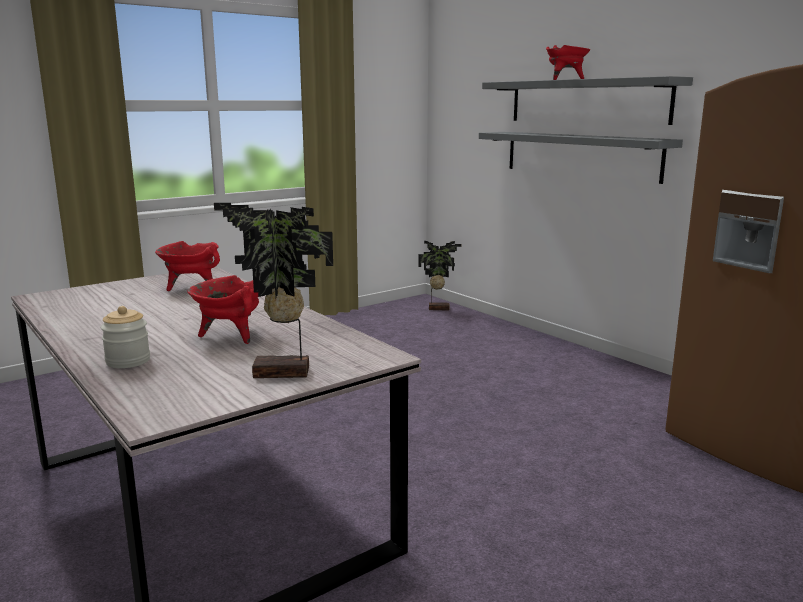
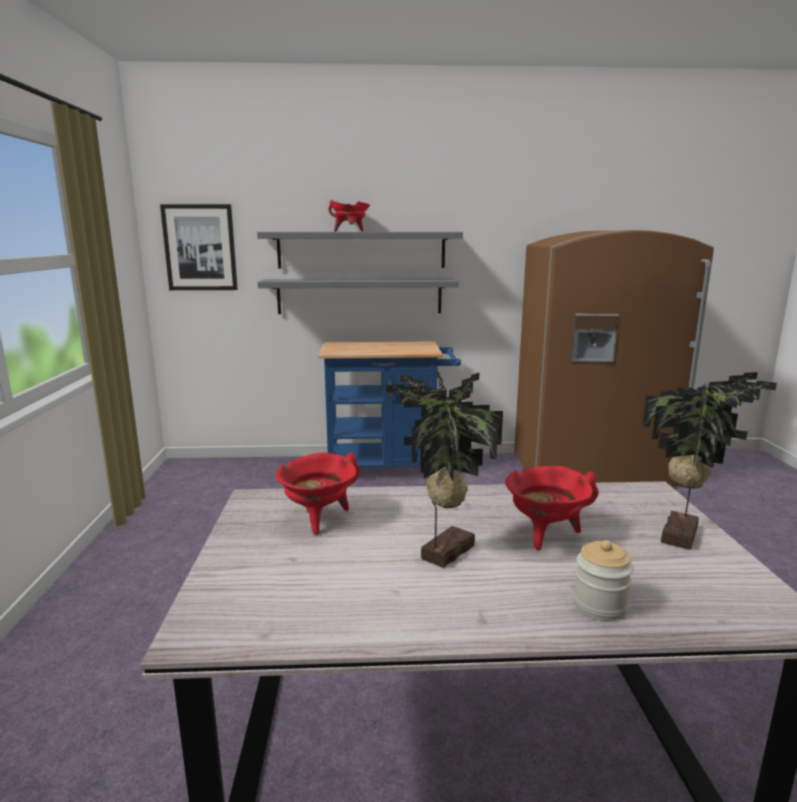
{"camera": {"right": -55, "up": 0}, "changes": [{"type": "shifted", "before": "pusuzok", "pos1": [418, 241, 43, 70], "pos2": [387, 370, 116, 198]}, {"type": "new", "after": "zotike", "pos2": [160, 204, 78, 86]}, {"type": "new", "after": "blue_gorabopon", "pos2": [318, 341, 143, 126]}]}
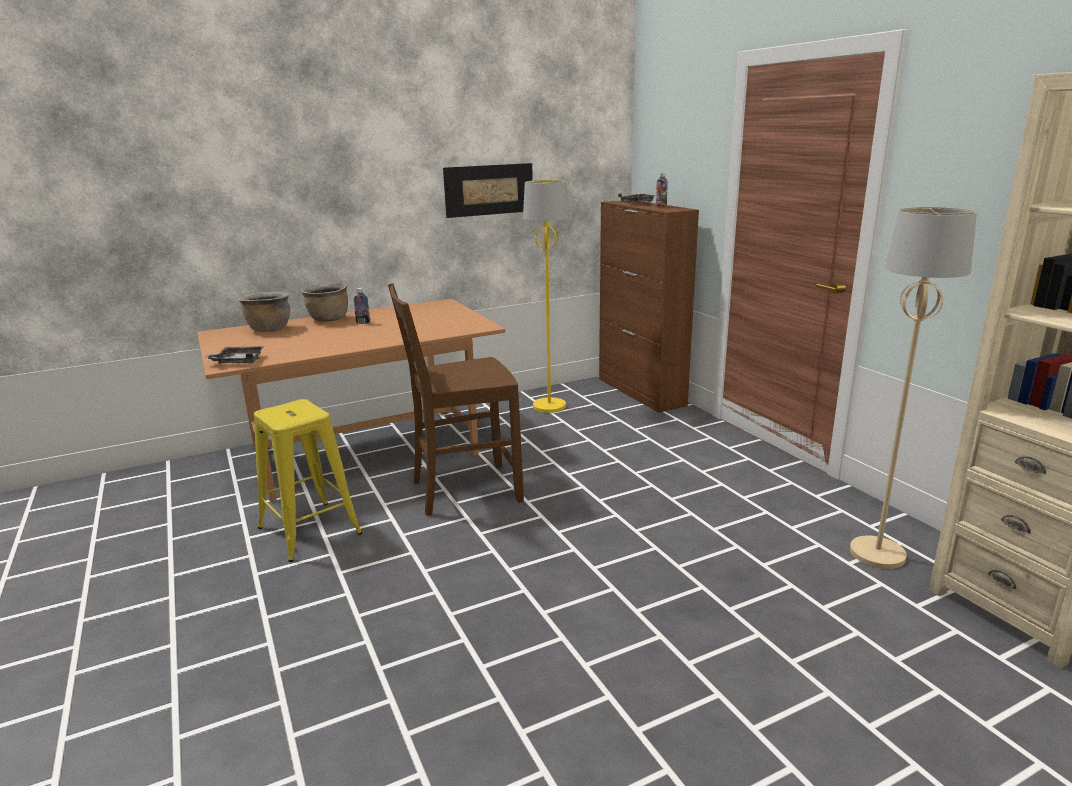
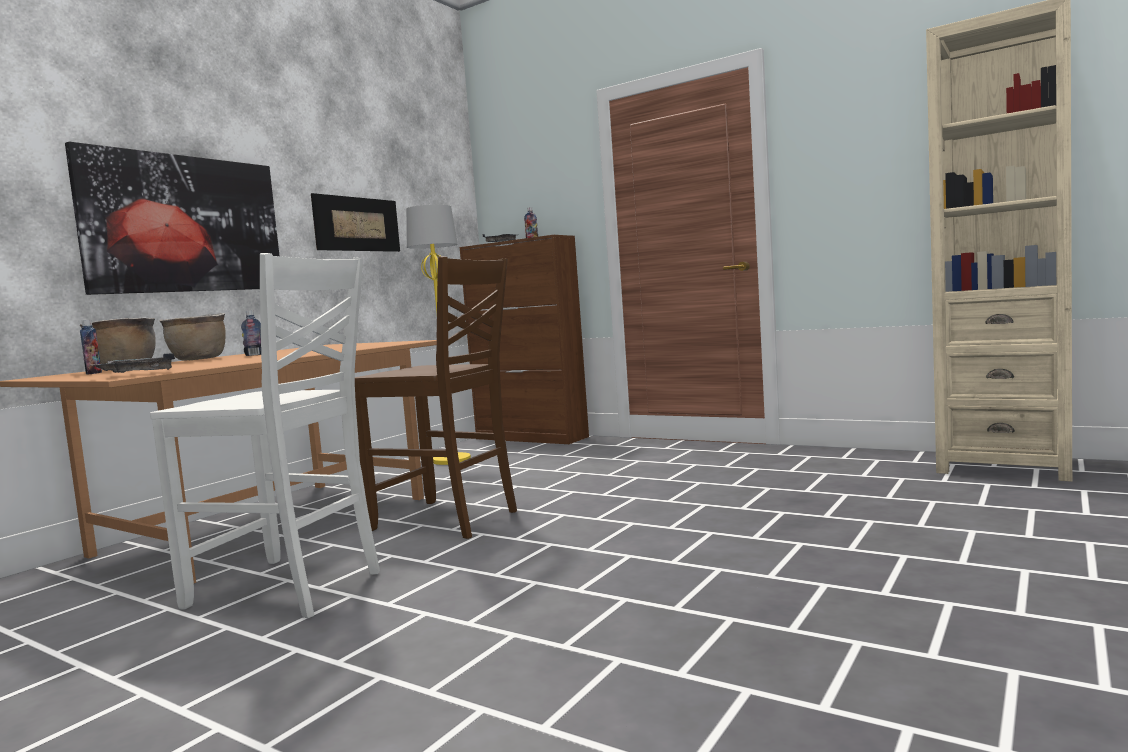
{"camera": {"right": -30, "up": -15}, "changes": [{"type": "gone", "before": "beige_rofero", "pos1": [850, 207, 127, 362]}, {"type": "rotated", "before": "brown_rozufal", "pos1": [388, 283, 136, 233], "pos2": [355, 256, 162, 283], "turn": -105}, {"type": "swapped", "before": "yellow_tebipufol", "after": "white_rozufal", "pos1": [254, 399, 108, 163], "pos2": [150, 253, 230, 365]}, {"type": "new", "after": "zotike", "pos2": [65, 142, 214, 153]}, {"type": "new", "after": "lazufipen", "pos2": [80, 320, 22, 54]}]}
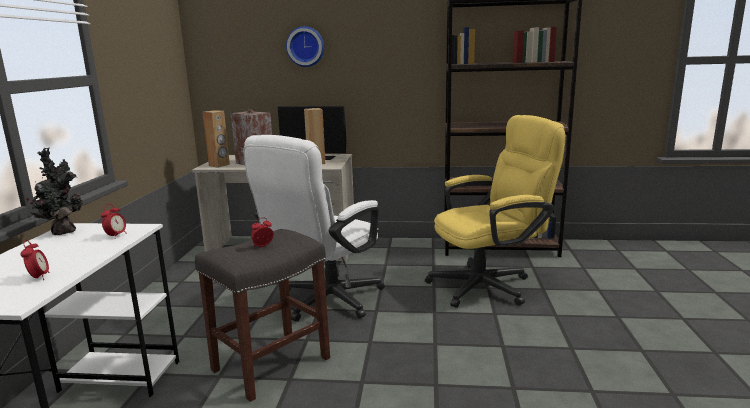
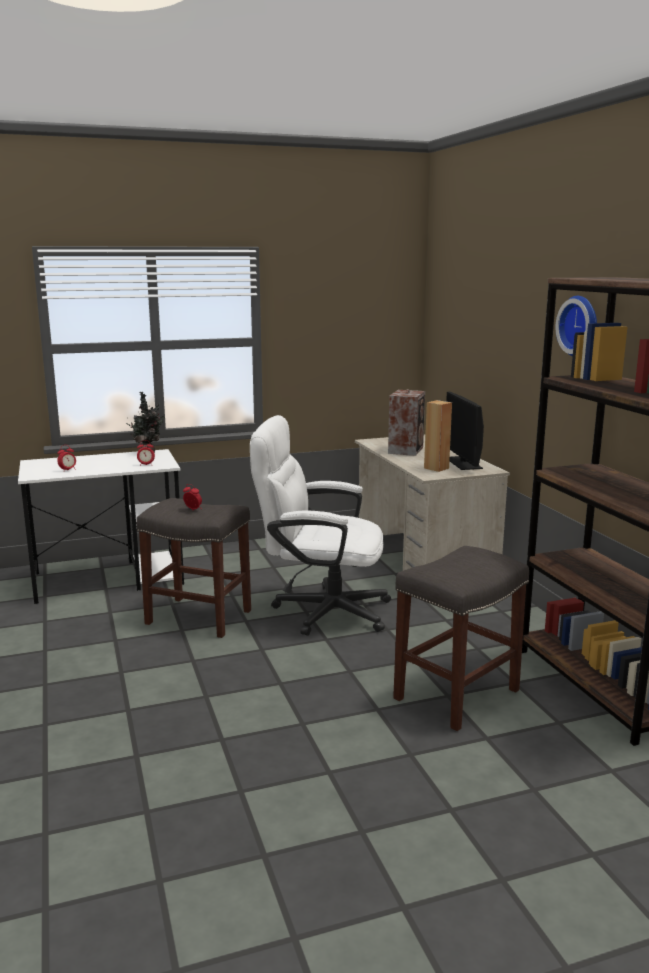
{"camera": {"right": 65, "up": 0}, "changes": [{"type": "shifted", "before": "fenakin", "pos1": [286, 26, 38, 41], "pos2": [556, 296, 41, 60]}, {"type": "gone", "before": "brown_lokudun", "pos1": [203, 110, 27, 57]}, {"type": "swapped", "before": "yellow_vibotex", "after": "grey_tebipufol", "pos1": [425, 115, 141, 193], "pos2": [393, 546, 136, 185]}]}
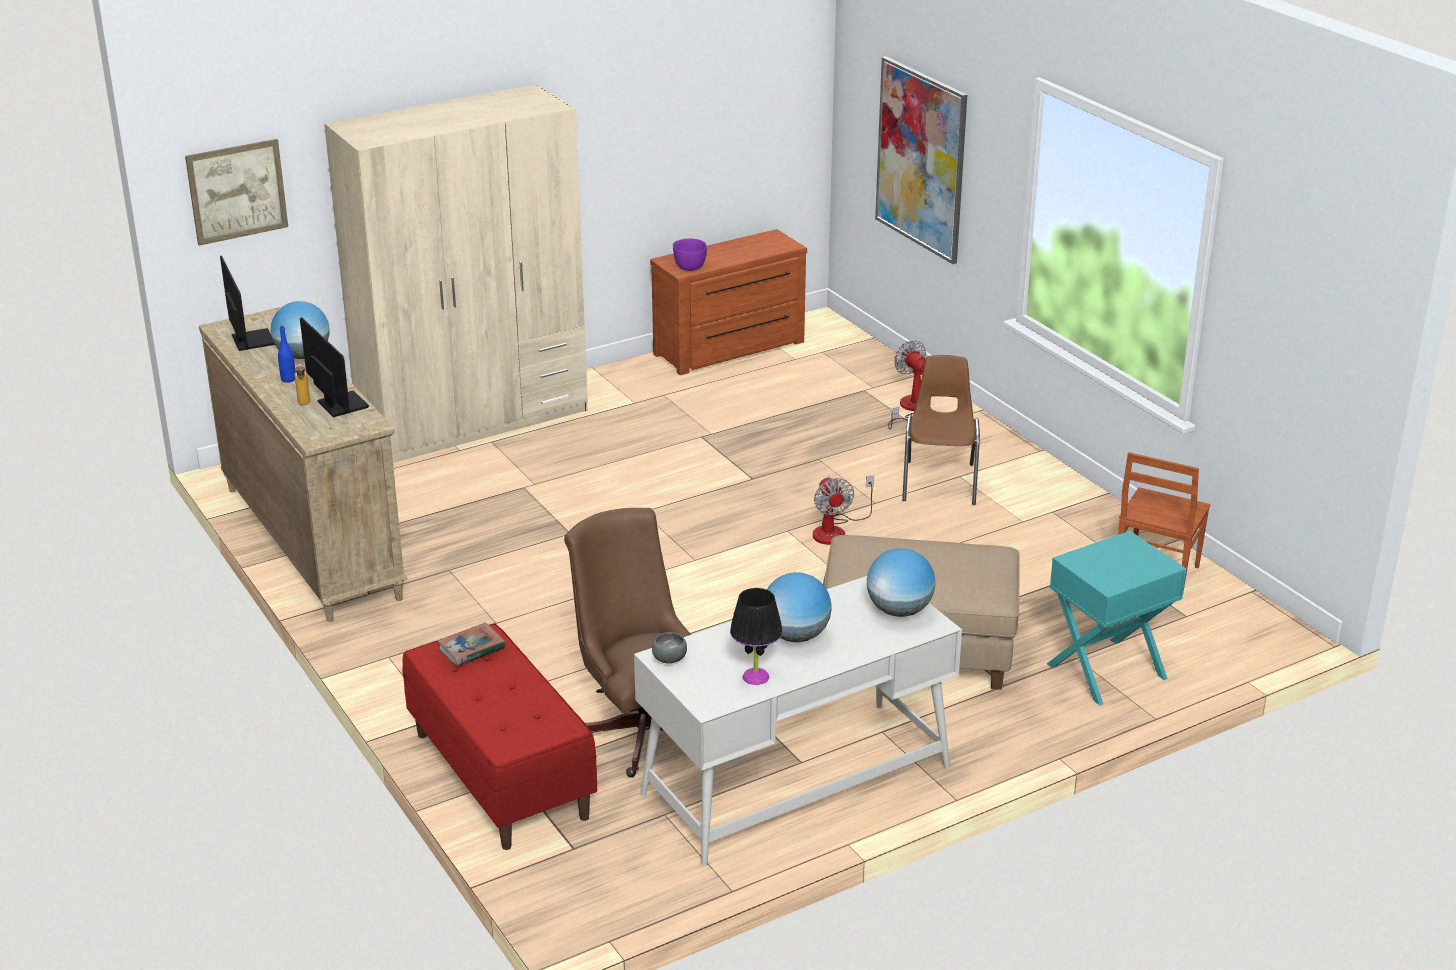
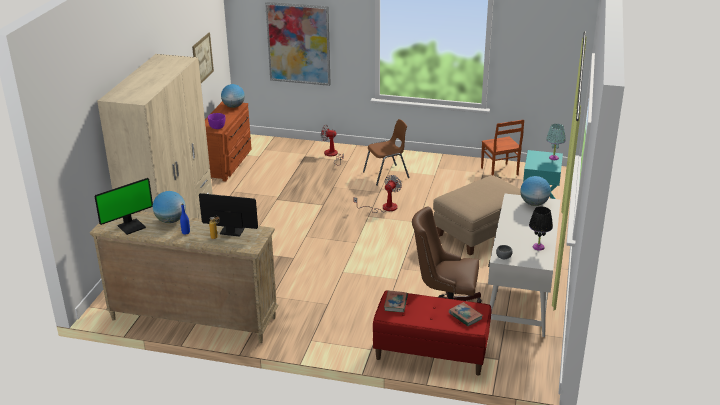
{"camera": {"right": -45, "up": 0}, "changes": [{"type": "shifted", "before": "zotike", "pos1": [185, 139, 103, 107], "pos2": [192, 33, 22, 50]}, {"type": "rotated", "before": "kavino", "pos1": [220, 256, 55, 95], "pos2": [94, 178, 59, 57], "turn": 120}, {"type": "rotated", "before": "brown_rozufal", "pos1": [902, 355, 78, 150], "pos2": [363, 119, 46, 67], "turn": 105}, {"type": "rotated", "before": "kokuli", "pos1": [813, 475, 61, 70], "pos2": [354, 175, 48, 38], "turn": -90}, {"type": "shifted", "before": "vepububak", "pos1": [767, 572, 65, 70], "pos2": [221, 84, 24, 24]}, {"type": "new", "after": "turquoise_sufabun", "pos2": [546, 124, 20, 36]}, {"type": "new", "after": "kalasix", "pos2": [449, 302, 34, 24]}]}
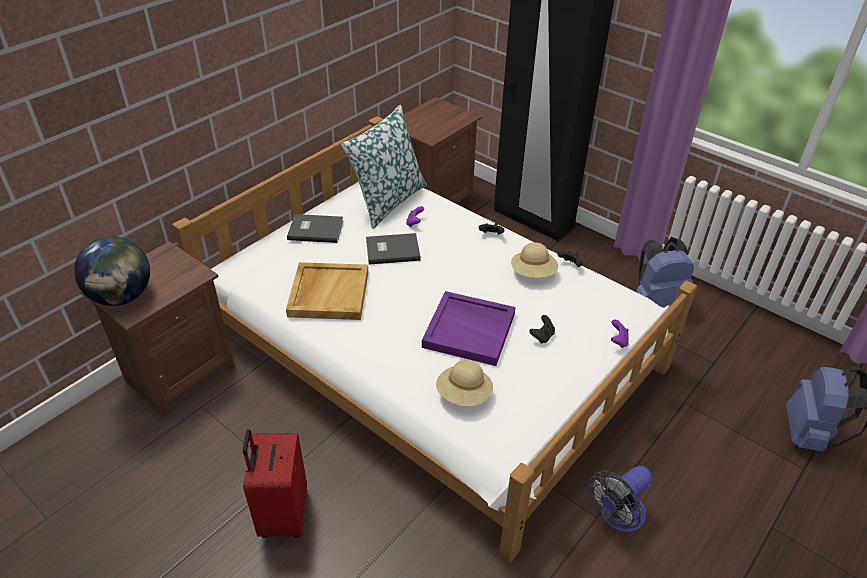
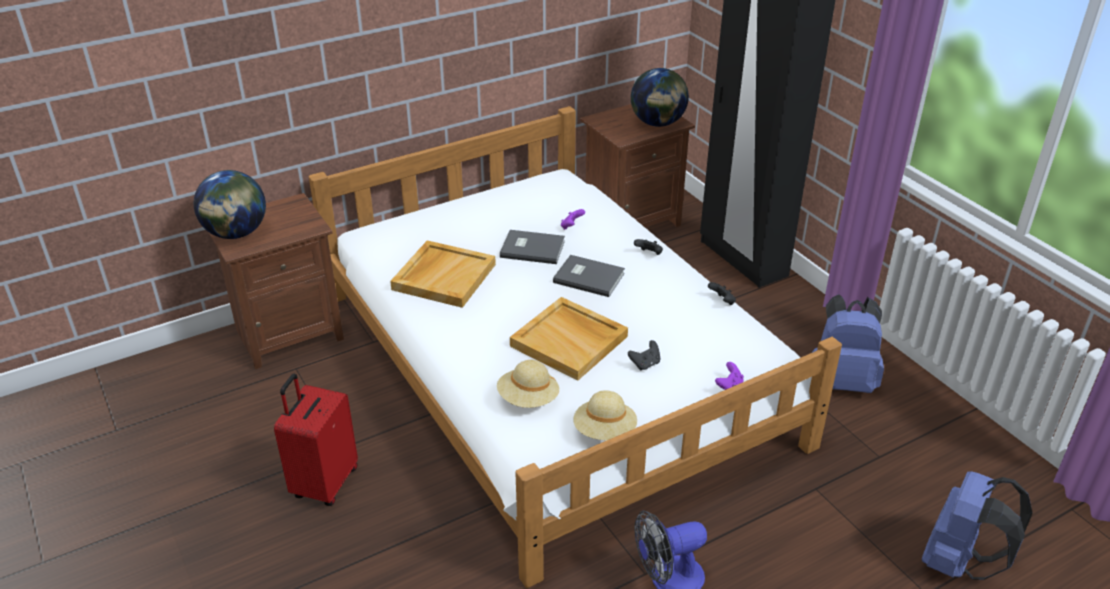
{"camera": {"right": 20, "up": -5}, "changes": [{"type": "gone", "before": "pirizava", "pos1": [341, 105, 86, 124]}, {"type": "shifted", "before": "grey_kalasix", "pos1": [287, 214, 56, 29], "pos2": [553, 255, 72, 42]}, {"type": "shifted", "before": "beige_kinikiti", "pos1": [511, 242, 47, 36], "pos2": [573, 390, 64, 51]}, {"type": "repainted", "before": "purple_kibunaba", "after": "beige_kibunaba", "pos1": [422, 291, 93, 75], "pos2": [510, 297, 118, 84]}, {"type": "new", "after": "vepububak", "pos2": [631, 68, 58, 59]}]}
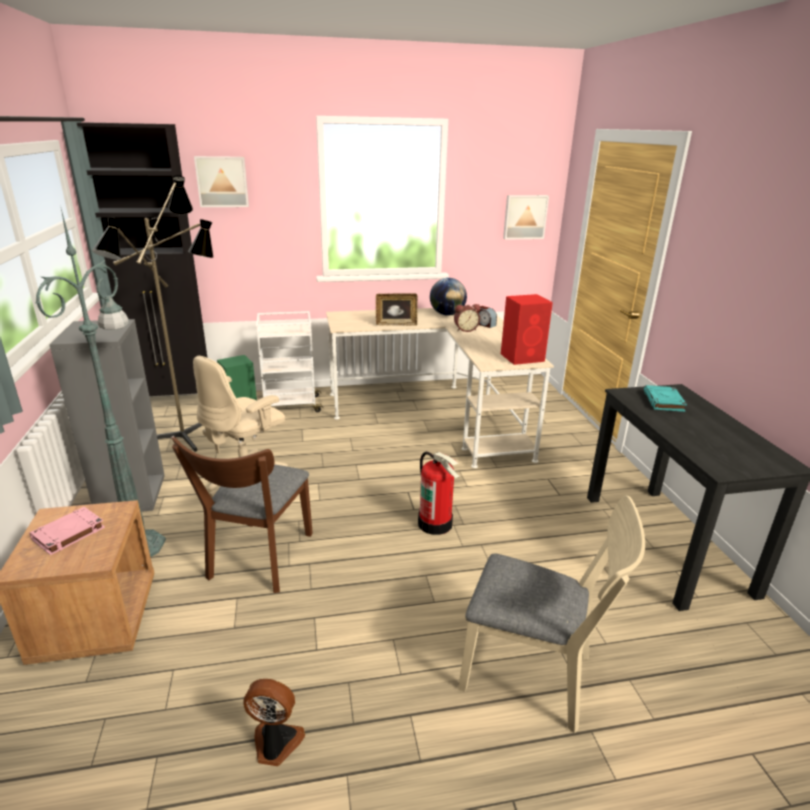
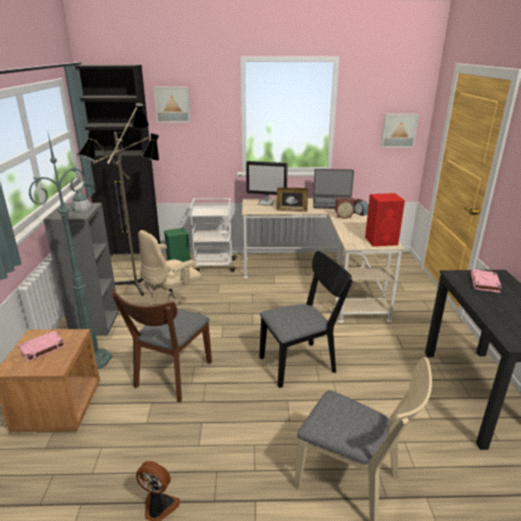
{"camera": {"right": 10, "up": 0}, "changes": [{"type": "swapped", "before": "vepububak", "after": "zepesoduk", "pos1": [430, 278, 37, 37], "pos2": [313, 169, 41, 40]}, {"type": "repainted", "before": "turquoise_kalasix", "after": "pink_kalasix", "pos1": [644, 385, 43, 27], "pos2": [471, 269, 31, 24]}, {"type": "swapped", "before": "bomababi", "after": "black_rozufal", "pos1": [418, 452, 42, 83], "pos2": [259, 251, 94, 137]}, {"type": "new", "after": "kavino", "pos2": [246, 161, 42, 45]}]}
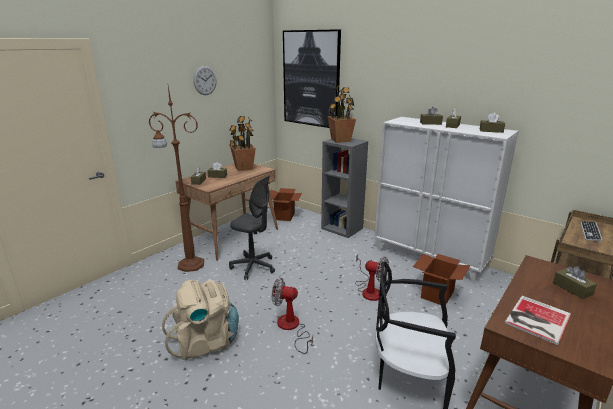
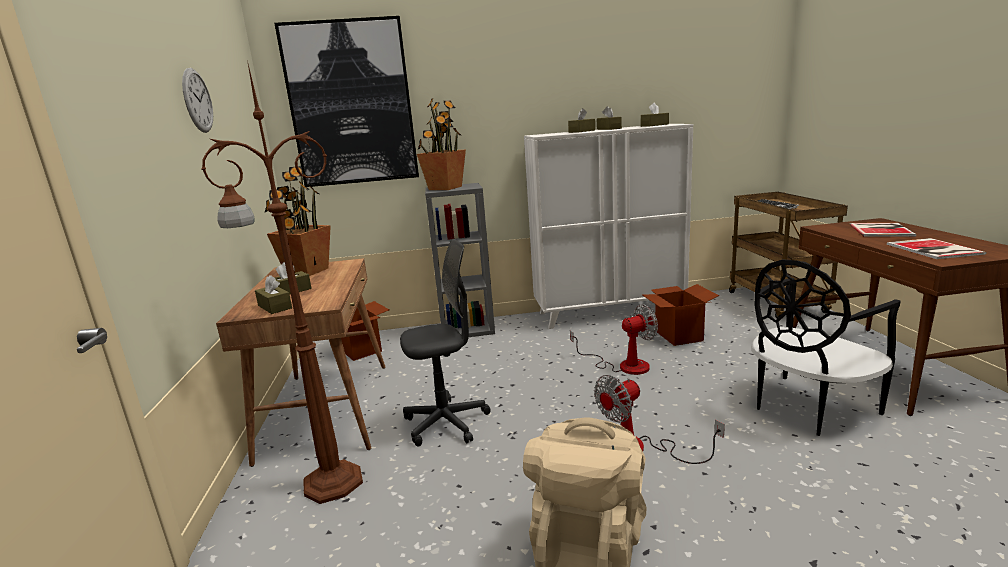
{"camera": {"right": -45, "up": -5}, "changes": [{"type": "swapped", "before": "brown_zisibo", "after": "kalasix", "pos1": [553, 266, 44, 33], "pos2": [849, 223, 67, 14]}]}
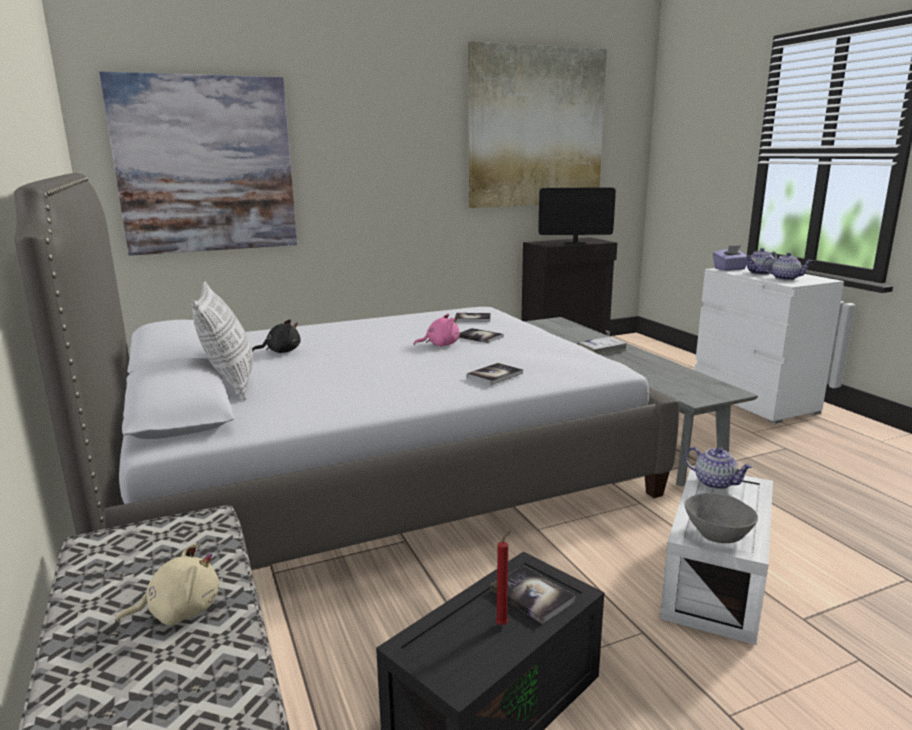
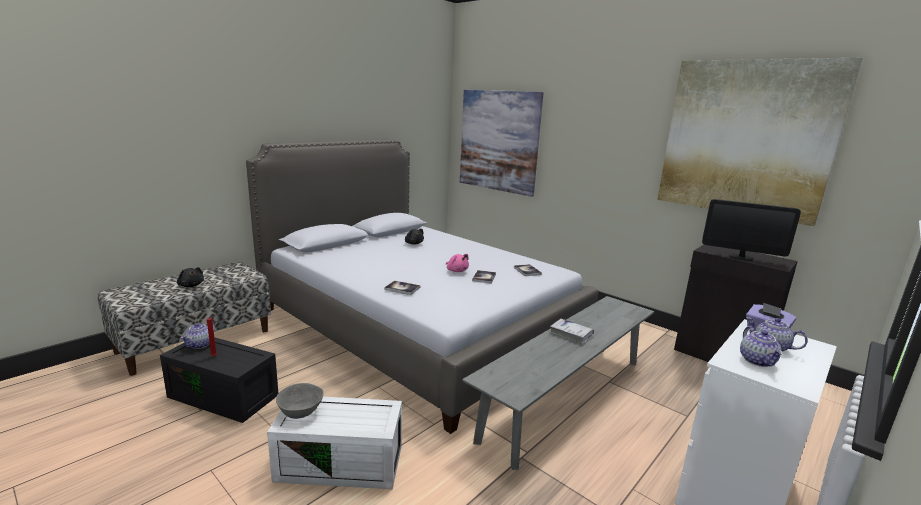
{"camera": {"right": 65, "up": 0}, "changes": [{"type": "rotated", "before": "kavino", "pos1": [538, 187, 78, 58], "pos2": [702, 199, 99, 62], "turn": 135}, {"type": "gone", "before": "pirizava", "pos1": [191, 281, 62, 120]}, {"type": "shifted", "before": "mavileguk", "pos1": [684, 447, 69, 43], "pos2": [180, 323, 35, 26]}, {"type": "repainted", "before": "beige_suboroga", "after": "black_suboroga", "pos1": [115, 542, 104, 83], "pos2": [177, 267, 27, 20]}, {"type": "gone", "before": "kalasix", "pos1": [490, 565, 86, 59]}]}
